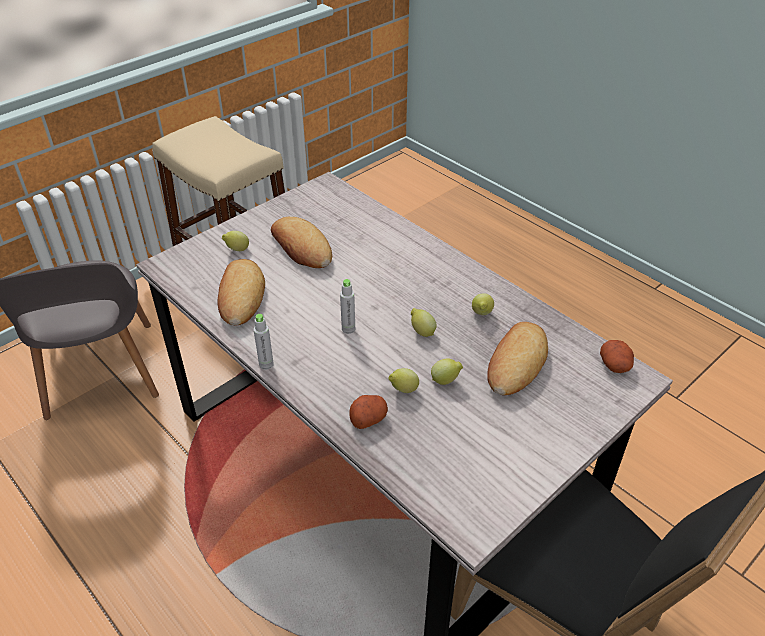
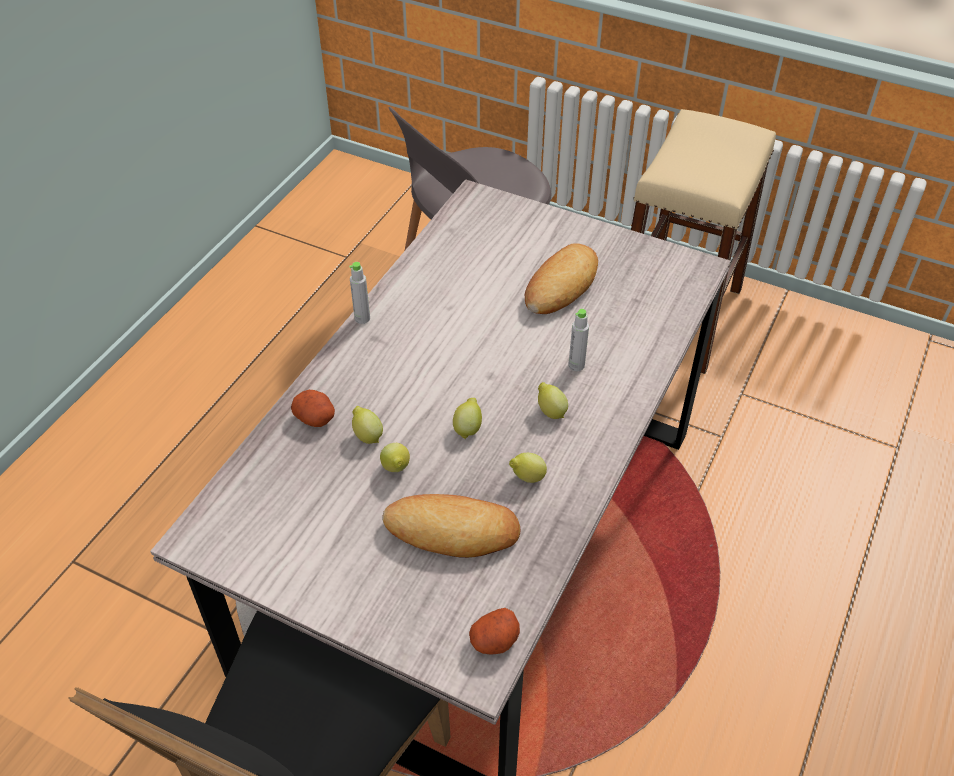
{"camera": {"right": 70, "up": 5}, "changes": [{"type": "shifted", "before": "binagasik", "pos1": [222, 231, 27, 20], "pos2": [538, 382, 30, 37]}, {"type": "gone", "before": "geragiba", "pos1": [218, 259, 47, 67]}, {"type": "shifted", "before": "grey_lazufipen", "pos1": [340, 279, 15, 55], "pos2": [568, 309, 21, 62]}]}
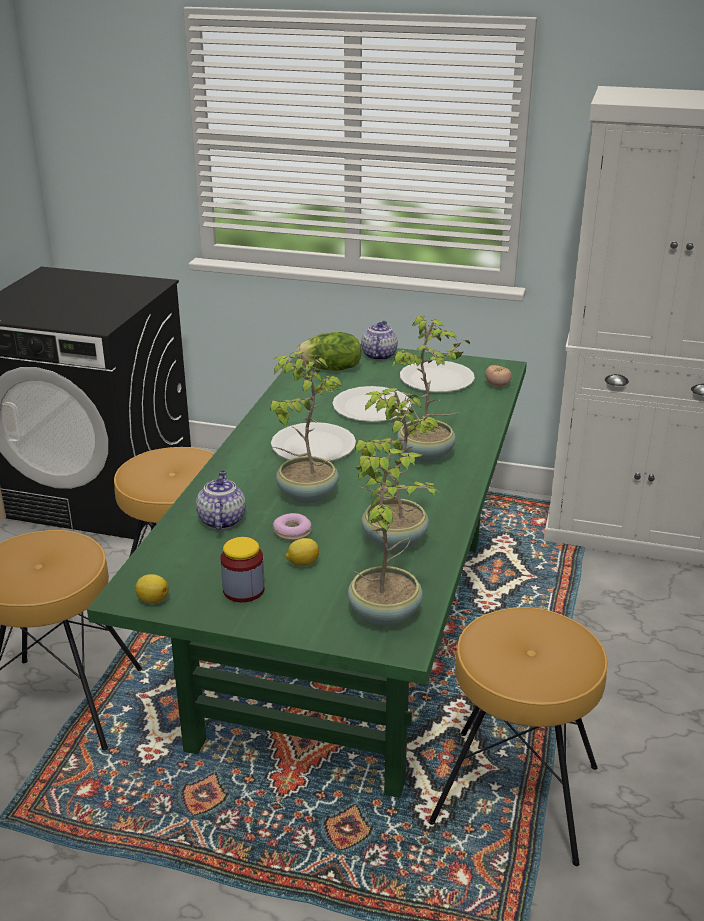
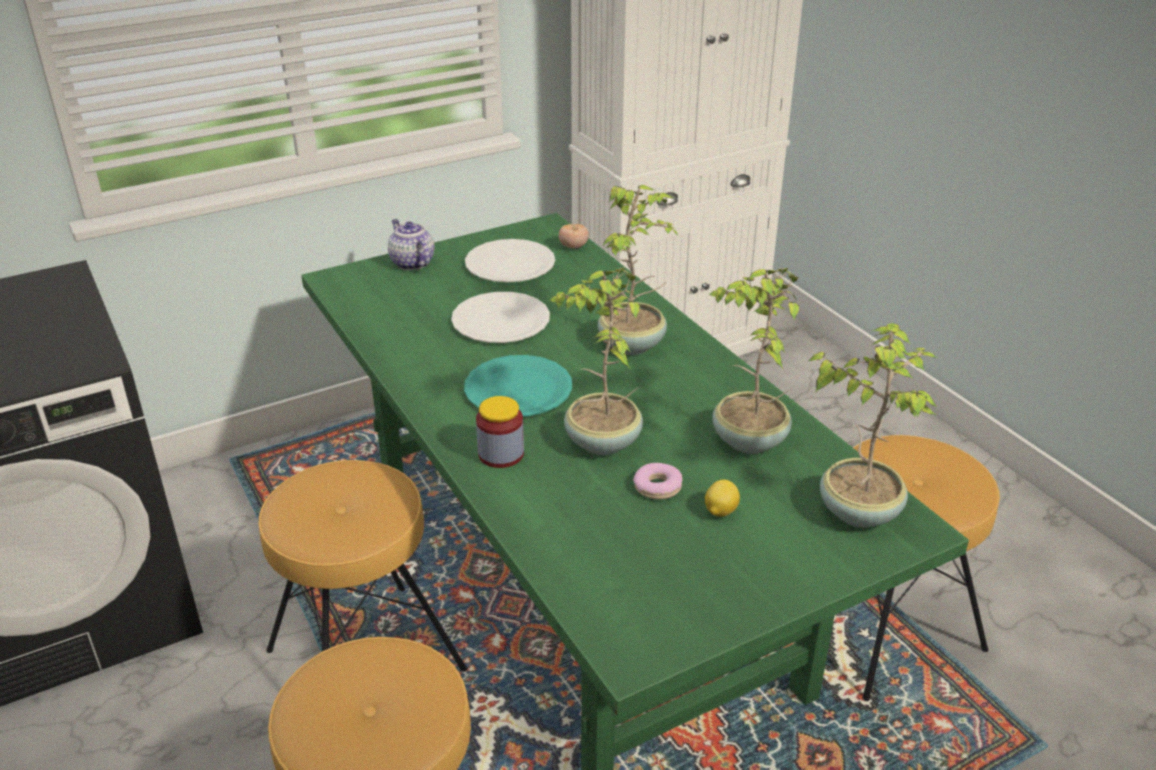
{"camera": {"right": -45, "up": 5}, "changes": [{"type": "gone", "before": "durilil", "pos1": [296, 332, 65, 39]}, {"type": "repainted", "before": "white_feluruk", "after": "turquoise_feluruk", "pos1": [271, 422, 85, 39], "pos2": [464, 355, 108, 62]}, {"type": "gone", "before": "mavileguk", "pos1": [196, 471, 50, 59]}, {"type": "shifted", "before": "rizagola", "pos1": [220, 537, 45, 65], "pos2": [476, 396, 48, 72]}, {"type": "gone", "before": "binagasik", "pos1": [135, 574, 34, 30]}]}
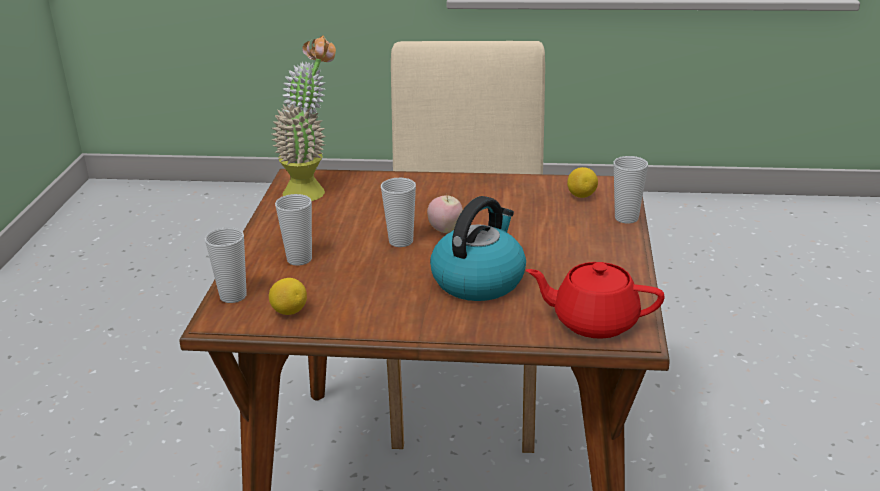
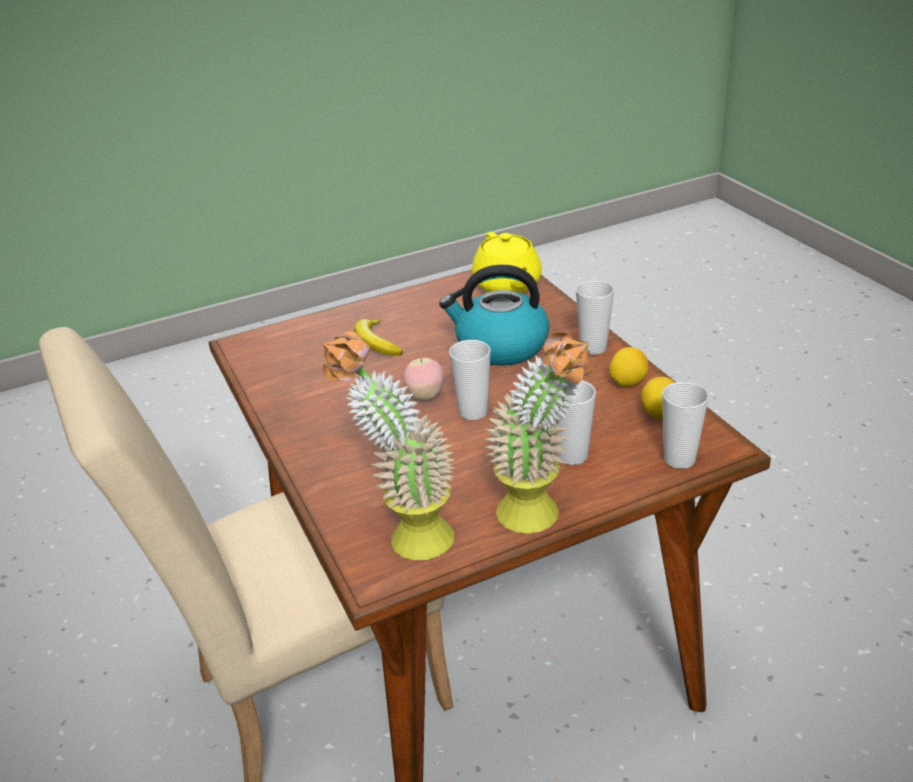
{"camera": {"right": -120, "up": 5}, "changes": [{"type": "shifted", "before": "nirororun", "pos1": [614, 156, 34, 67], "pos2": [576, 280, 38, 75]}, {"type": "shifted", "before": "binagasik", "pos1": [567, 167, 31, 31], "pos2": [609, 347, 40, 40]}, {"type": "repainted", "before": "red_mavileguk", "after": "yellow_mavileguk", "pos1": [526, 262, 139, 77], "pos2": [472, 232, 70, 61]}, {"type": "new", "after": "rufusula", "pos2": [354, 319, 49, 37]}, {"type": "new", "after": "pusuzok", "pos2": [486, 333, 107, 200]}]}
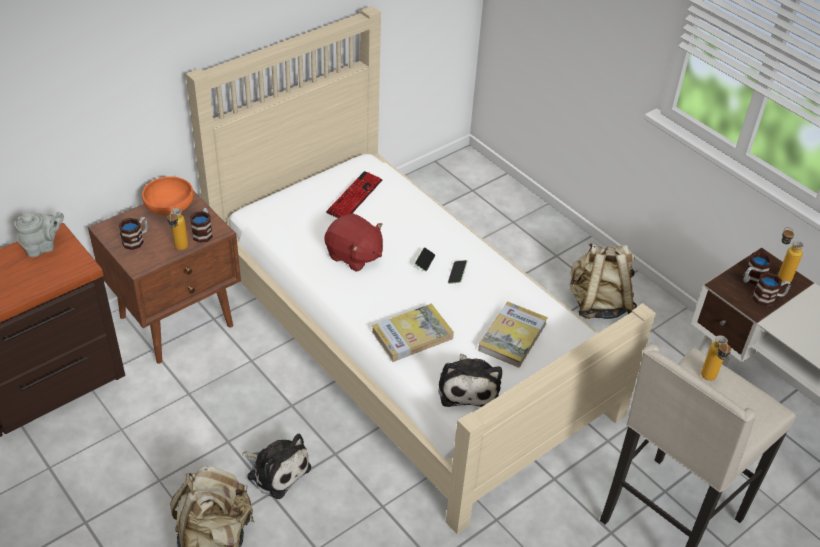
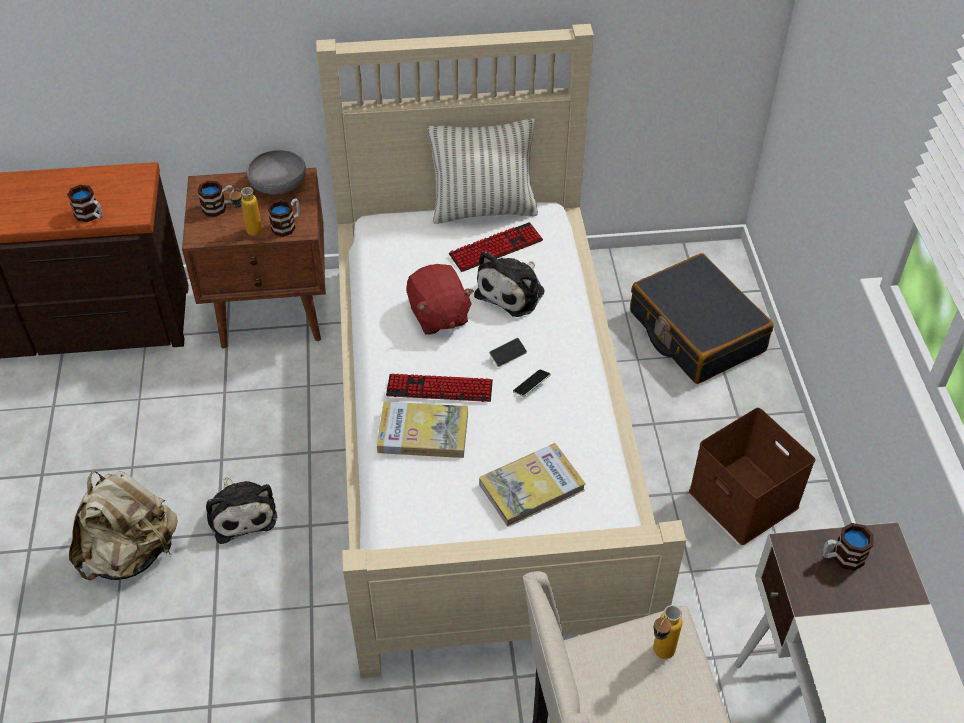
{"camera": {"right": 35, "up": 5}, "changes": [{"type": "repainted", "before": "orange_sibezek", "after": "grey_sibezek", "pos1": [142, 176, 52, 40], "pos2": [246, 149, 60, 46]}, {"type": "gone", "before": "grey_mavileguk", "pos1": [14, 212, 50, 45]}, {"type": "gone", "before": "lazufipen", "pos1": [778, 227, 26, 57]}, {"type": "swapped", "before": "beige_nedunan", "after": "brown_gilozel", "pos1": [570, 243, 67, 76], "pos2": [689, 408, 126, 137]}, {"type": "shifted", "before": "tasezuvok", "pos1": [752, 272, 39, 34], "pos2": [67, 185, 36, 37]}, {"type": "shifted", "before": "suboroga", "pos1": [438, 354, 64, 53], "pos2": [474, 251, 71, 66]}, {"type": "new", "after": "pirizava", "pos2": [427, 119, 111, 105]}, {"type": "new", "after": "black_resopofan", "pos2": [630, 253, 143, 131]}, {"type": "new", "after": "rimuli", "pos2": [386, 374, 107, 28]}]}
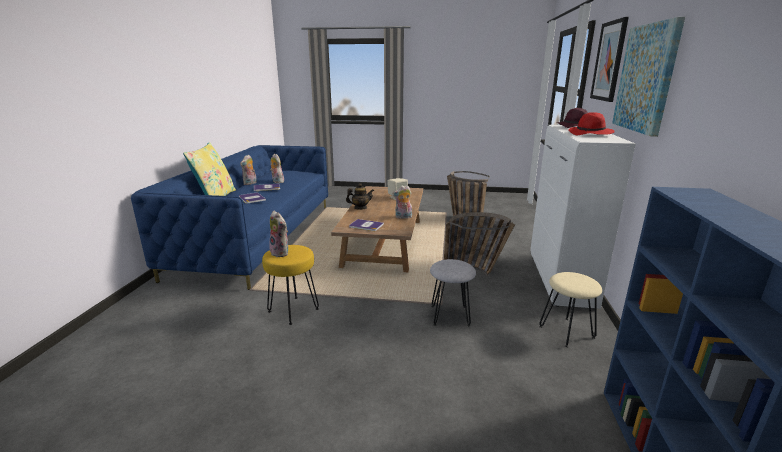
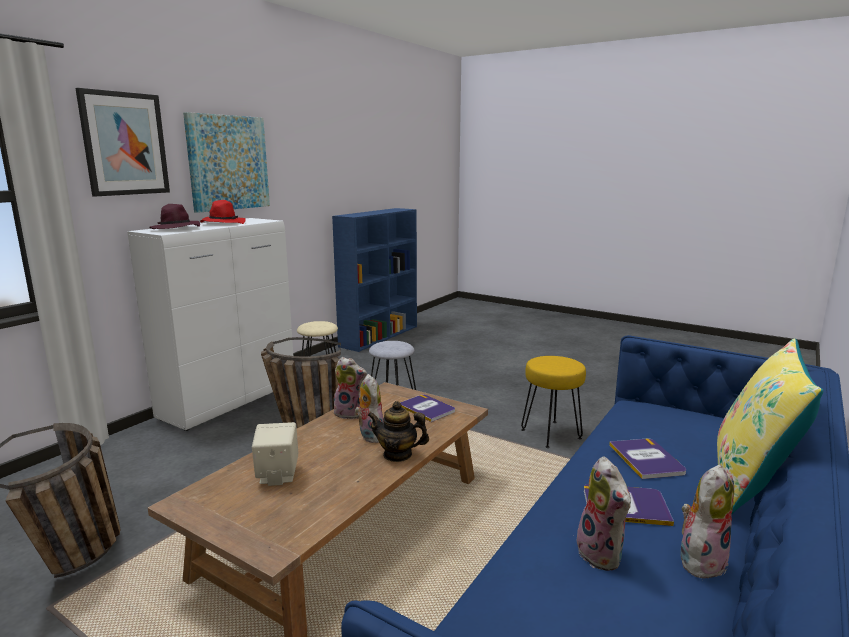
{"camera": {"right": -155, "up": -5}, "changes": [{"type": "shifted", "before": "suboroga", "pos1": [269, 211, 19, 46], "pos2": [355, 374, 29, 69]}]}
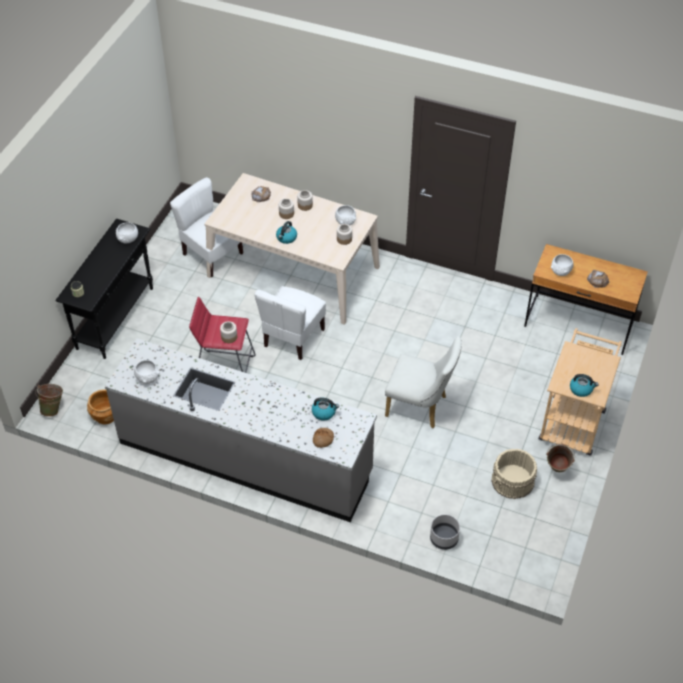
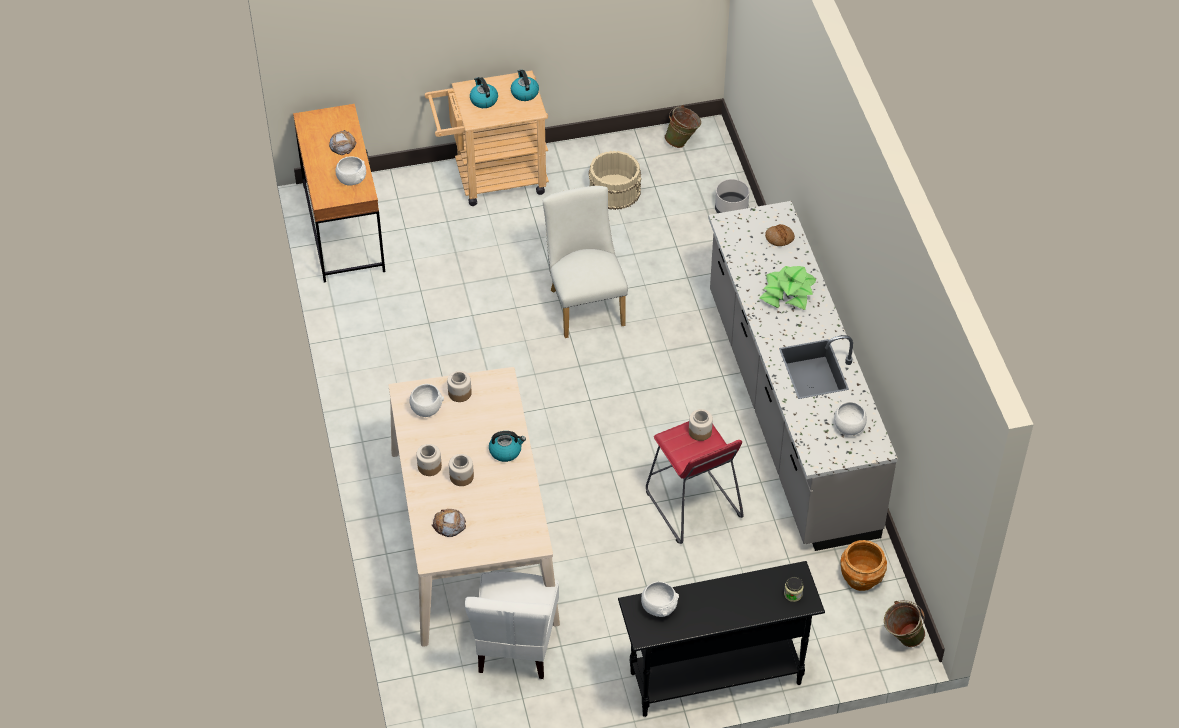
{"camera": {"right": -125, "up": 0}, "changes": [{"type": "gone", "before": "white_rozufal", "pos1": [254, 286, 72, 74]}, {"type": "shifted", "before": "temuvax", "pos1": [312, 397, 27, 23], "pos2": [470, 77, 28, 31]}, {"type": "shifted", "before": "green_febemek", "pos1": [546, 444, 29, 28], "pos2": [664, 105, 37, 43]}, {"type": "new", "after": "pusuzok", "pos2": [760, 266, 56, 44]}]}
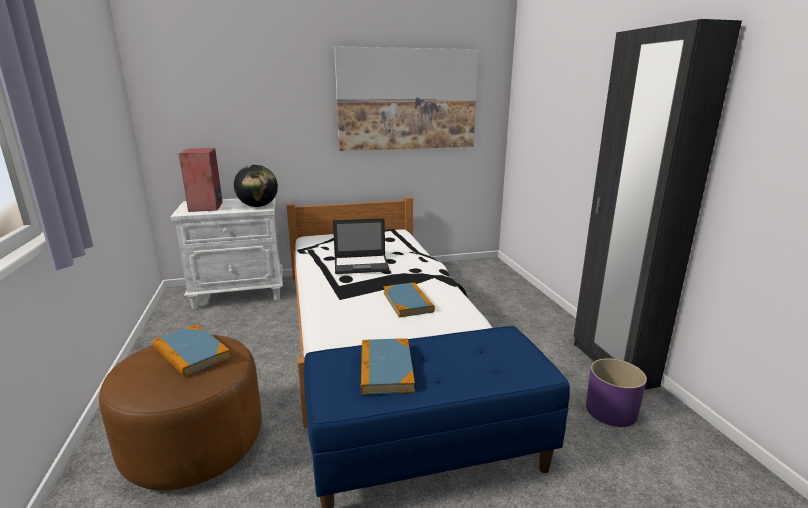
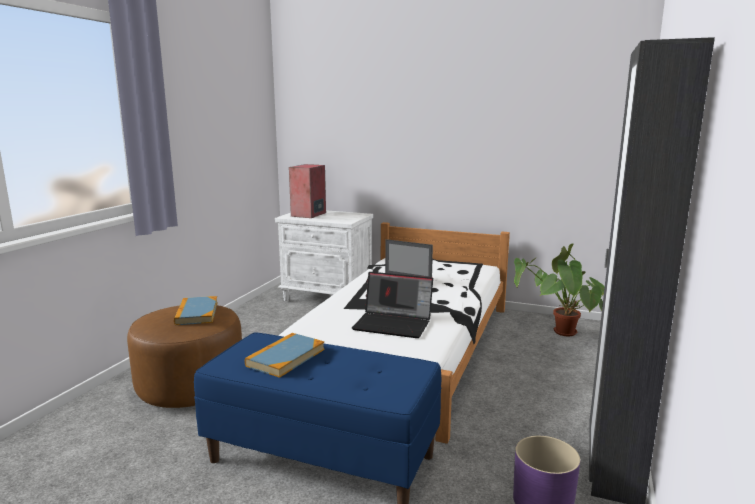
{"camera": {"right": 35, "up": -5}, "changes": [{"type": "gone", "before": "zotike", "pos1": [334, 46, 144, 105]}, {"type": "gone", "before": "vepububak", "pos1": [234, 165, 44, 42]}, {"type": "swapped", "before": "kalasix", "after": "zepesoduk", "pos1": [383, 282, 52, 35], "pos2": [352, 272, 81, 66]}, {"type": "new", "after": "pusuzok", "pos2": [514, 243, 91, 93]}]}
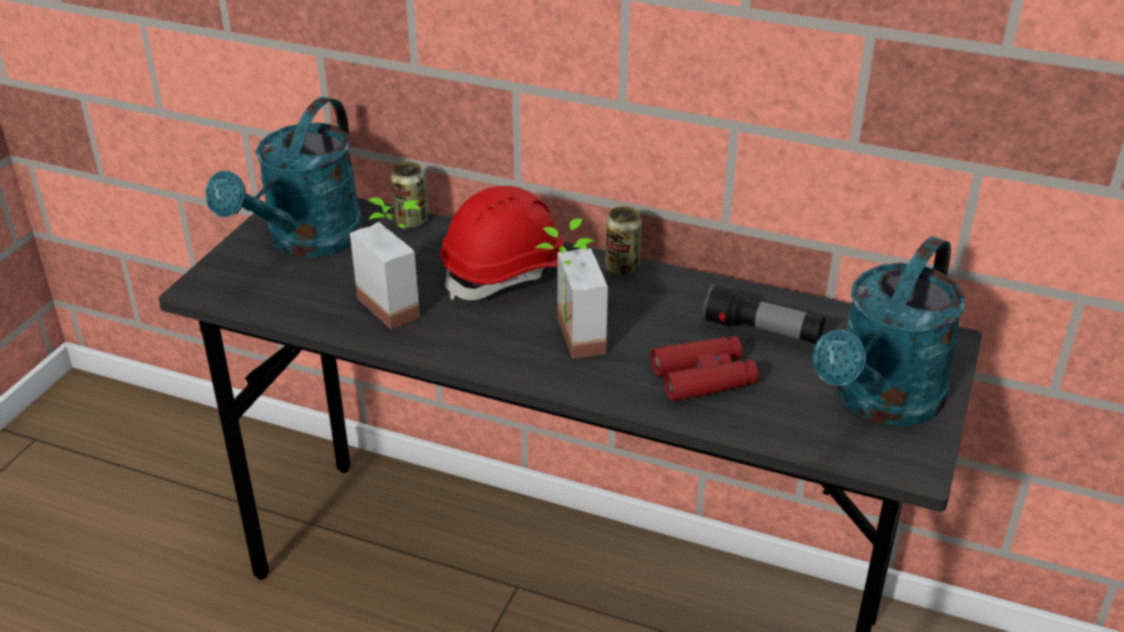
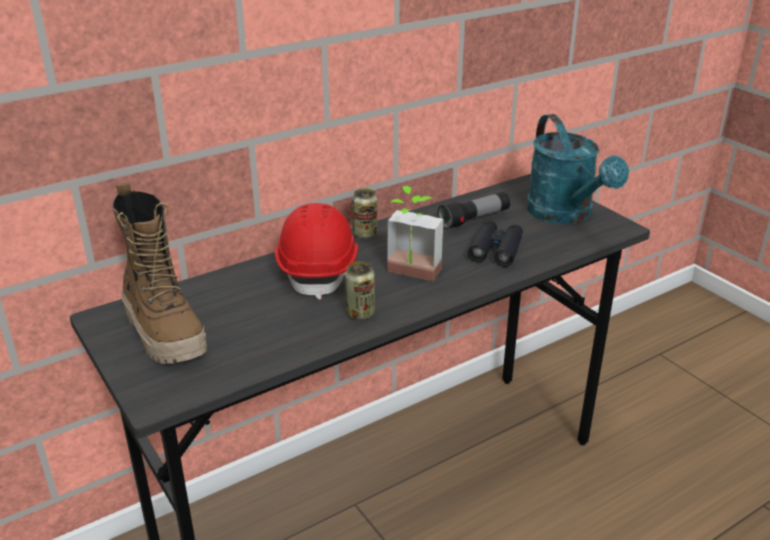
{"camera": {"right": -55, "up": -5}, "changes": [{"type": "swapped", "before": "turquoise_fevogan", "after": "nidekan", "pos1": [205, 97, 158, 160], "pos2": [112, 182, 95, 182]}, {"type": "shifted", "before": "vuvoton", "pos1": [391, 162, 37, 67], "pos2": [345, 261, 30, 59]}, {"type": "gone", "before": "pusuzok", "pos1": [350, 198, 71, 132]}, {"type": "repainted", "before": "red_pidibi", "after": "black_pidibi", "pos1": [650, 336, 109, 66], "pos2": [468, 221, 55, 46]}]}
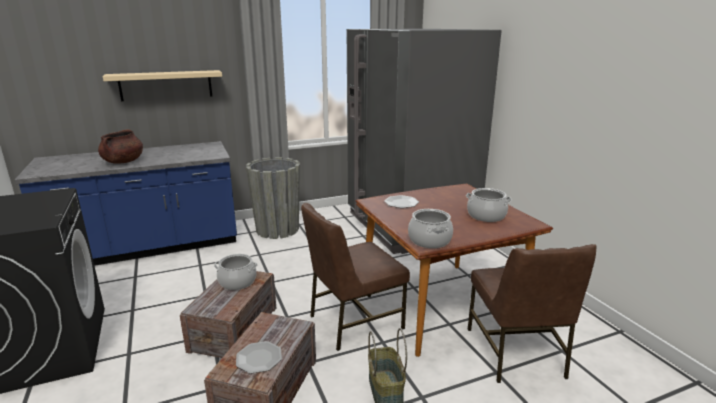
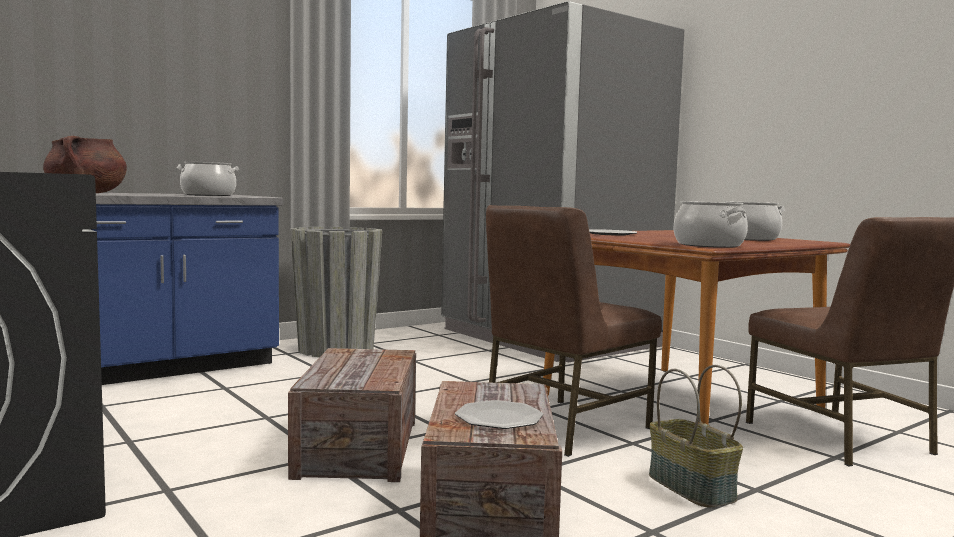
{"camera": {"right": -15, "up": -15}, "changes": [{"type": "gone", "before": "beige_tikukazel", "pos1": [103, 70, 119, 31]}, {"type": "shifted", "before": "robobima", "pos1": [214, 254, 44, 36], "pos2": [177, 162, 62, 34]}]}
